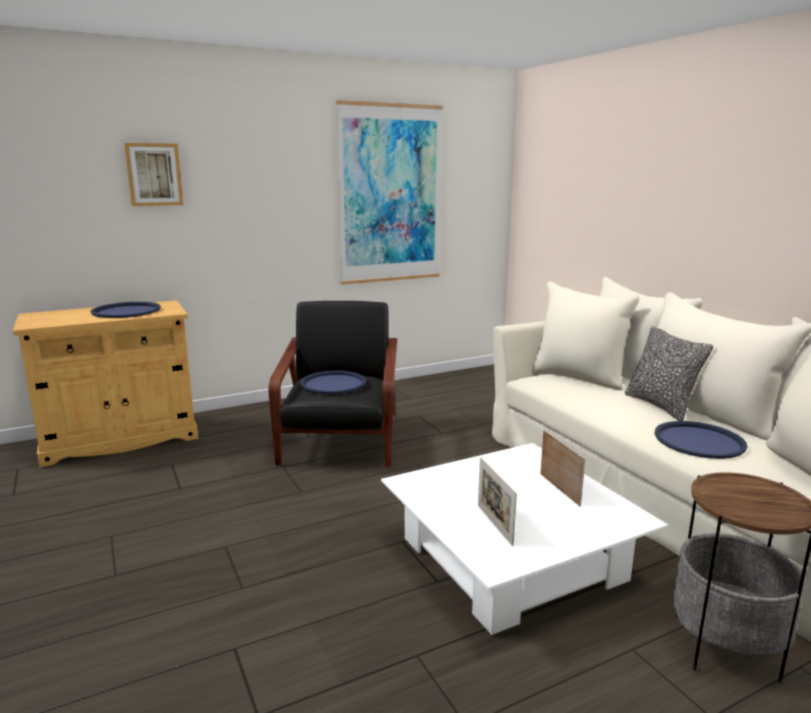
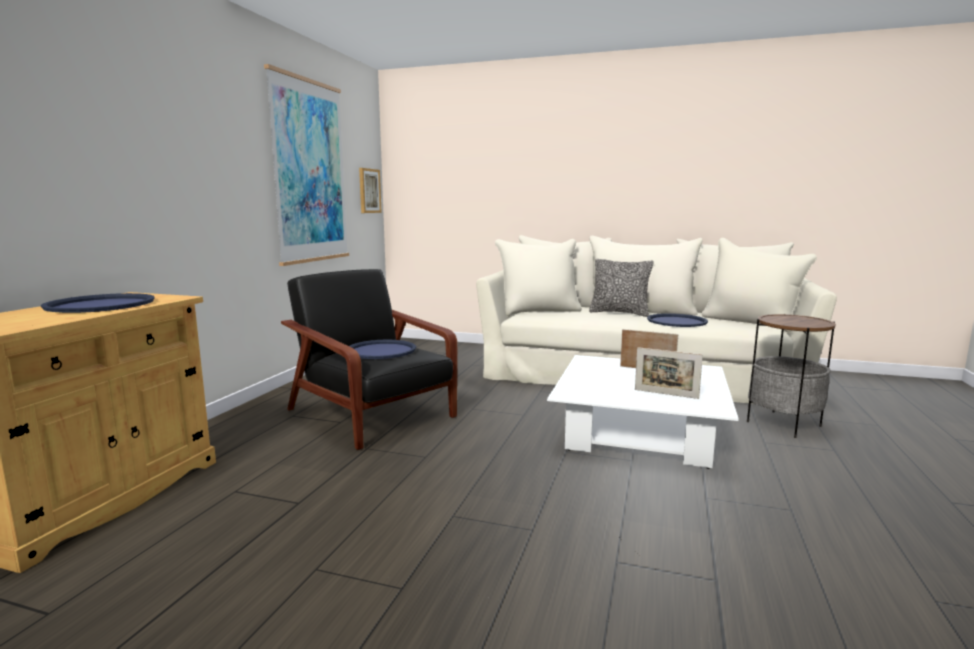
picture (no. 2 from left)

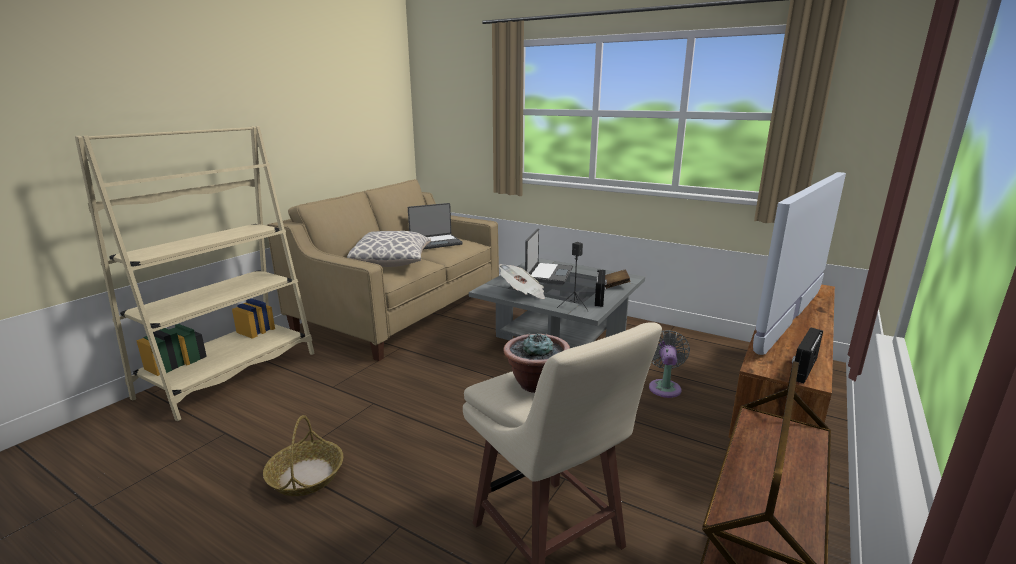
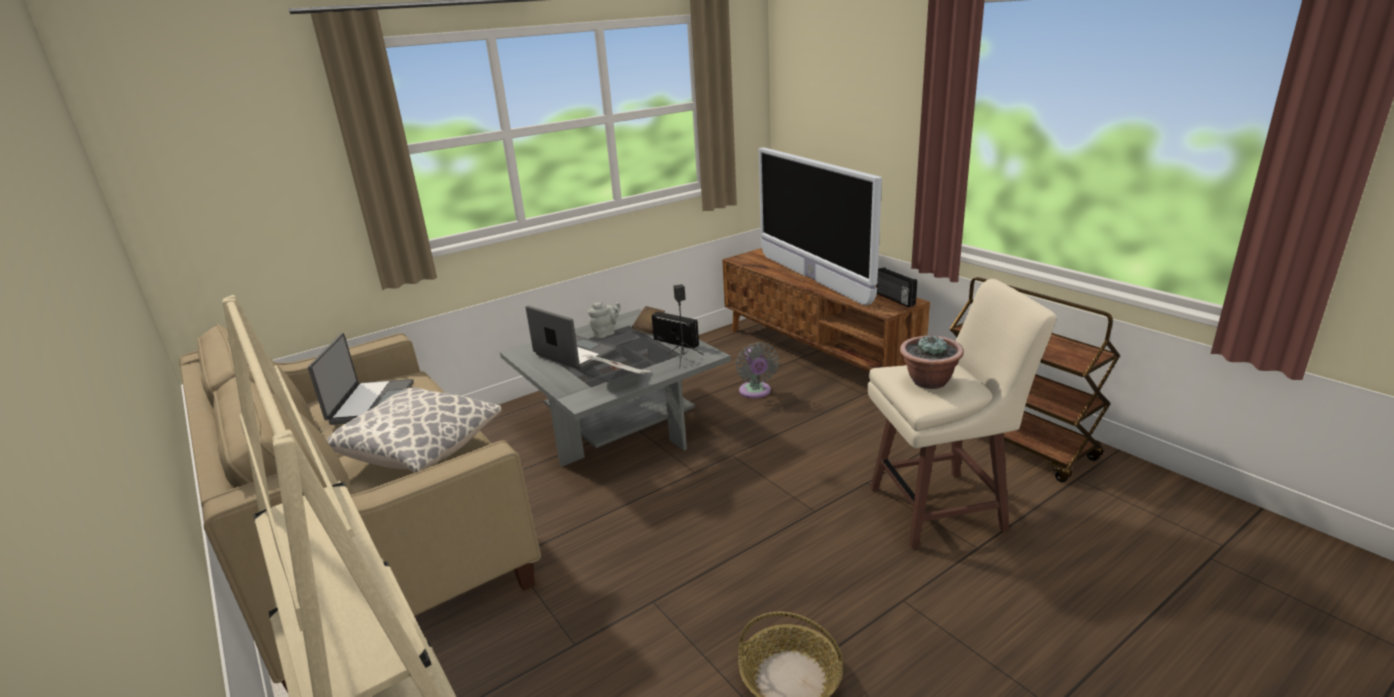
gray pot for tea
gray fan

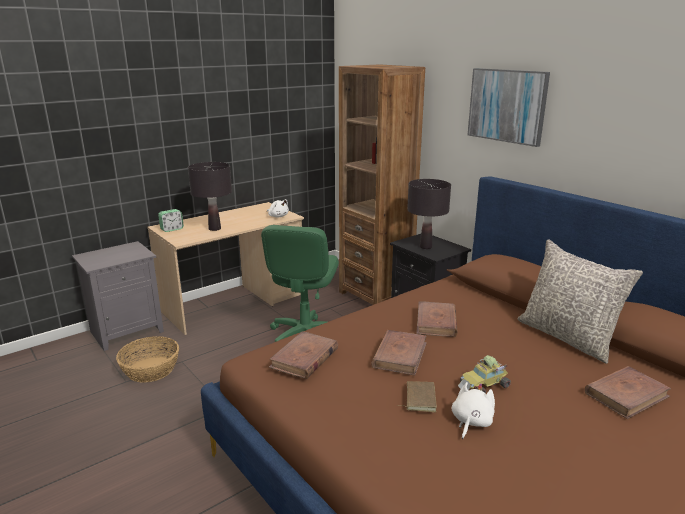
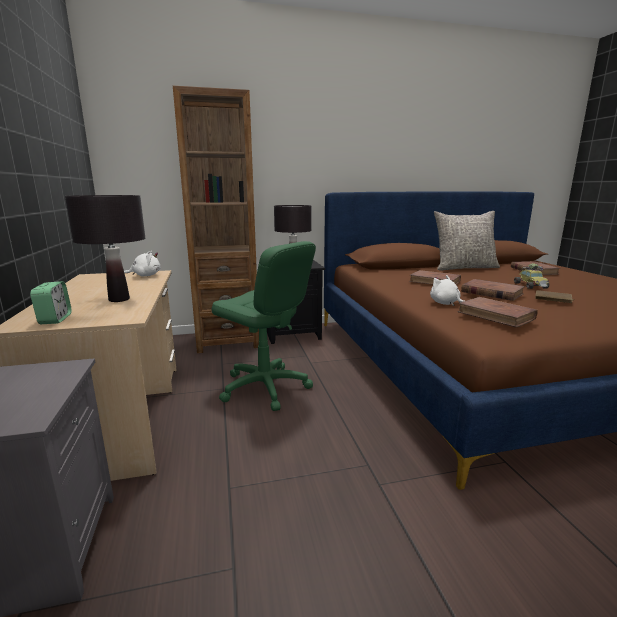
white plush toy (no. 2 from left)
storage basket
picture

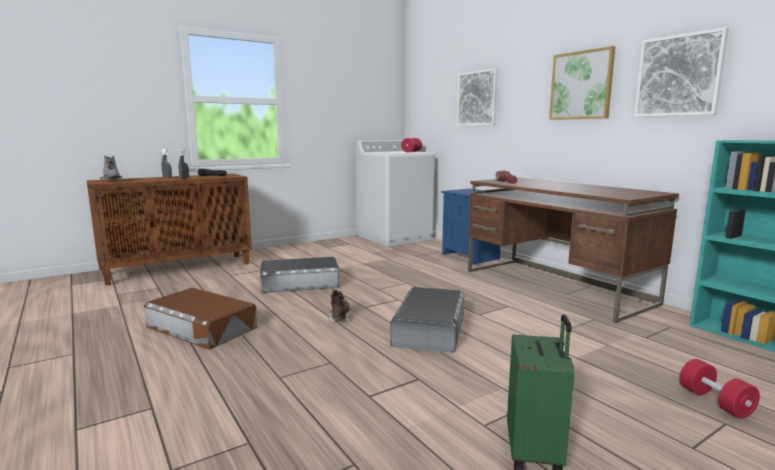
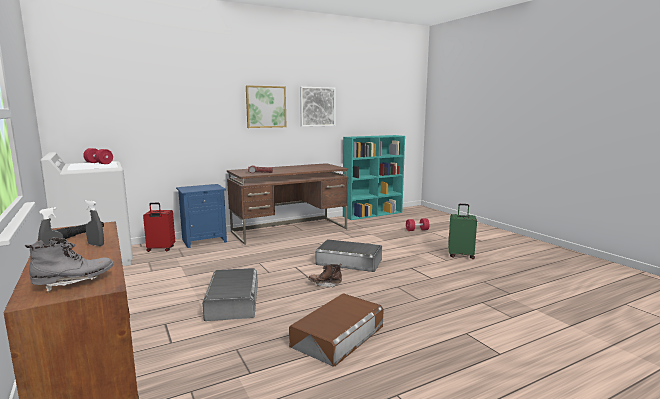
red travel case
picture (no. 1 from left in the first image)

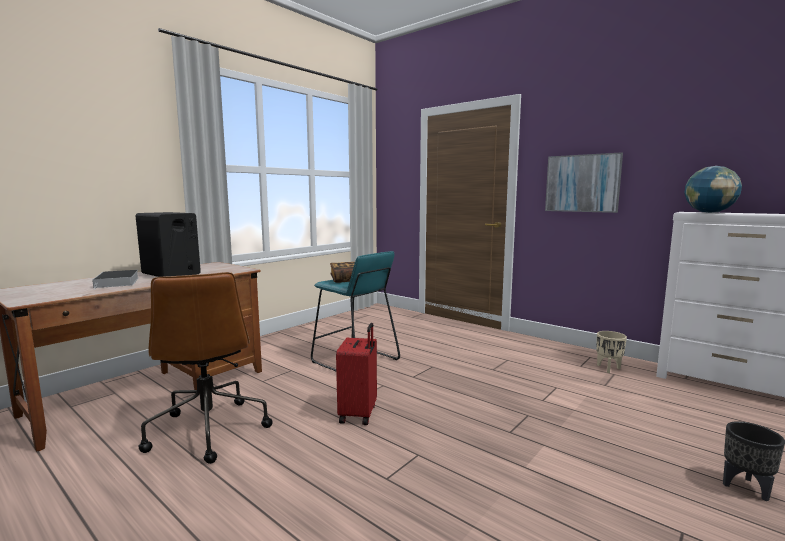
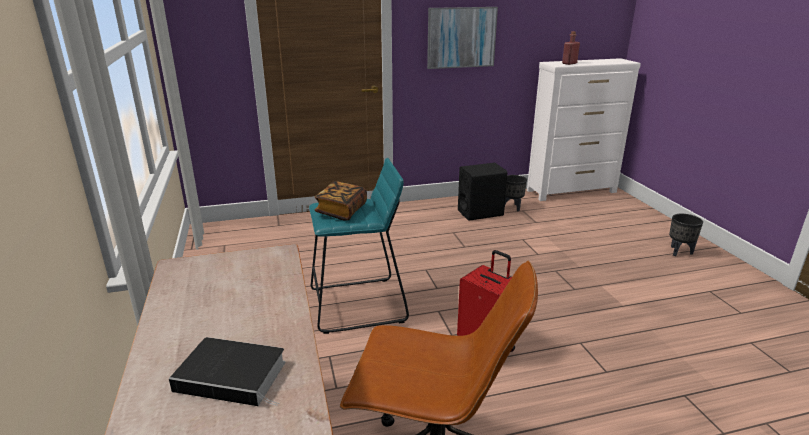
blackish speaker
blackish flower pot (no. 1 from left)
red beverage bottle

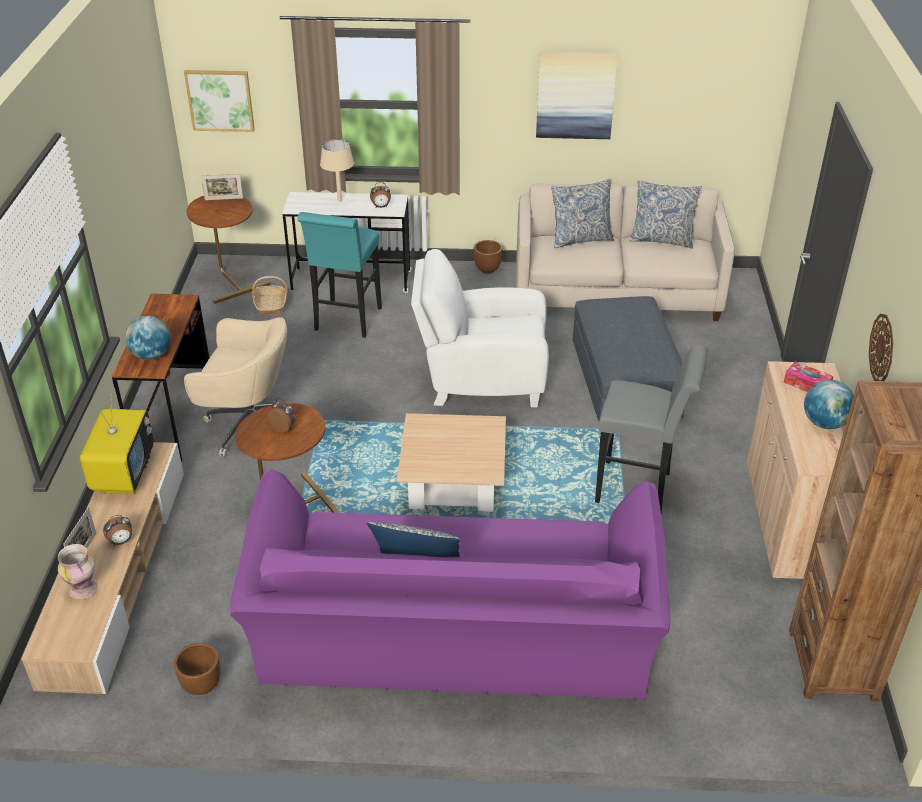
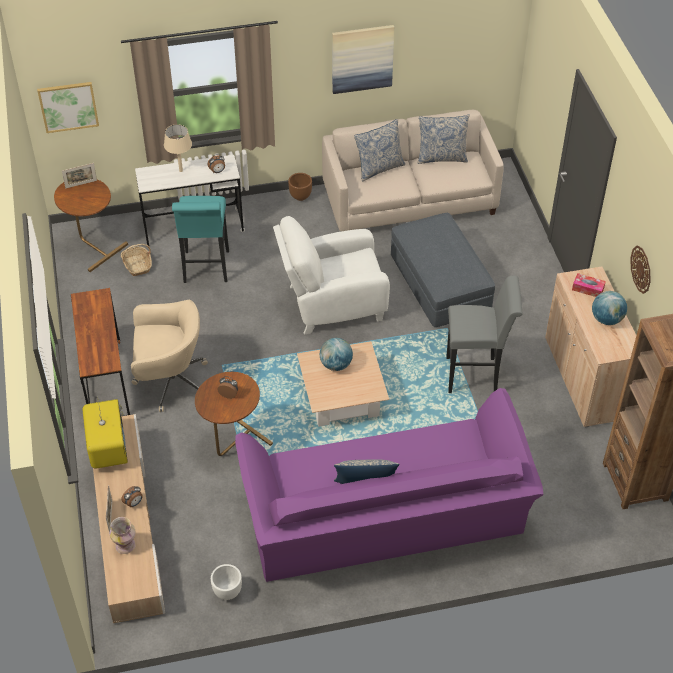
white flower pot
globe (no. 1 from left)

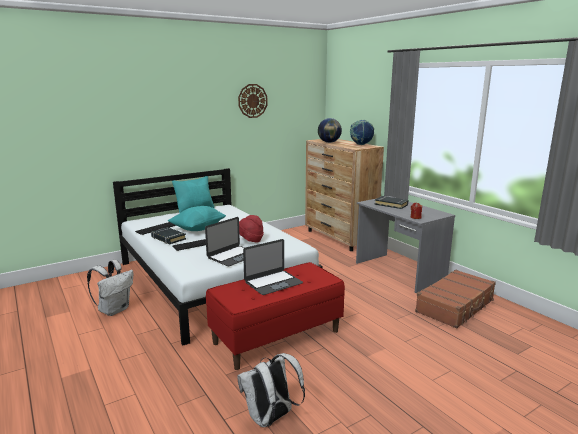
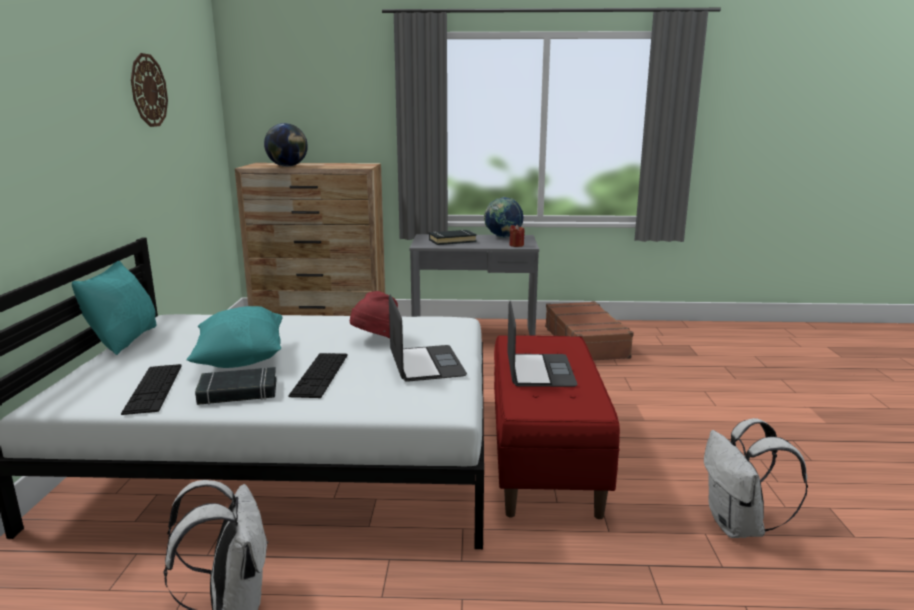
globe (no. 2 from left)

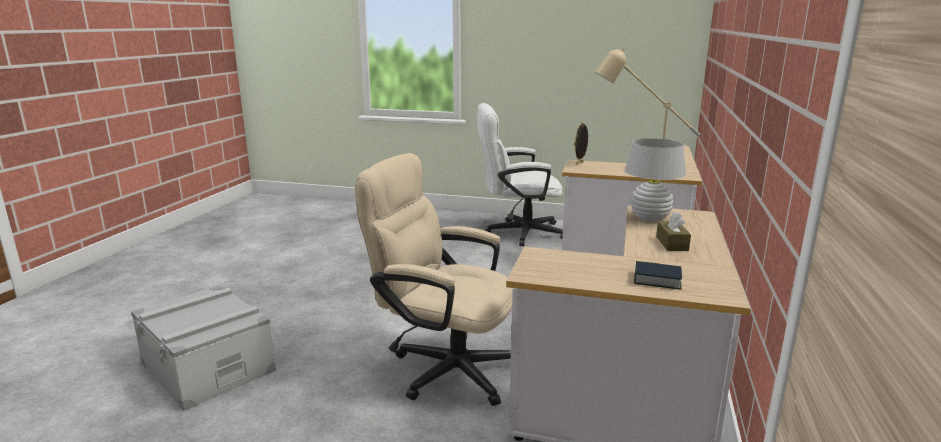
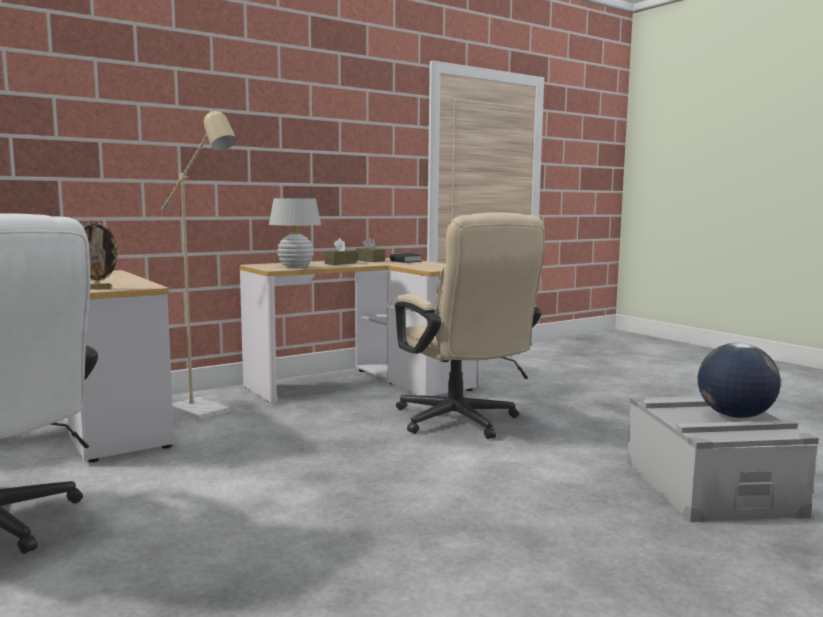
brownish tissue box (no. 2 from left)
globe

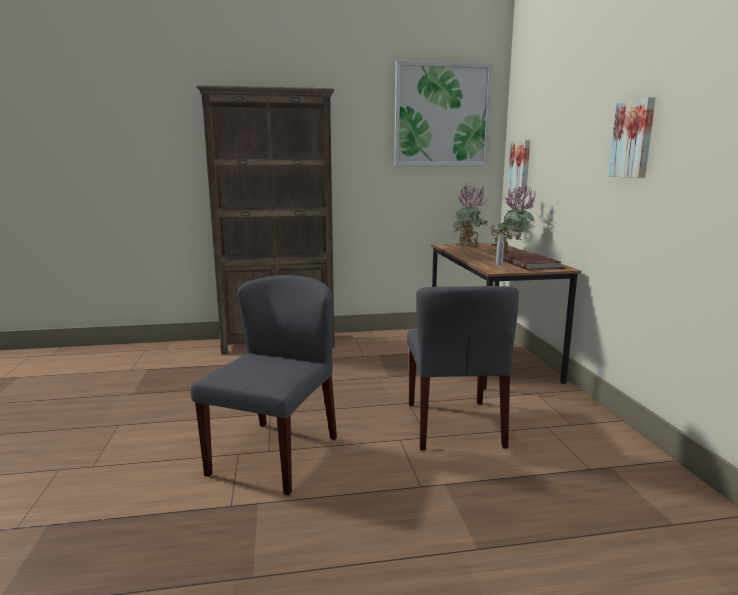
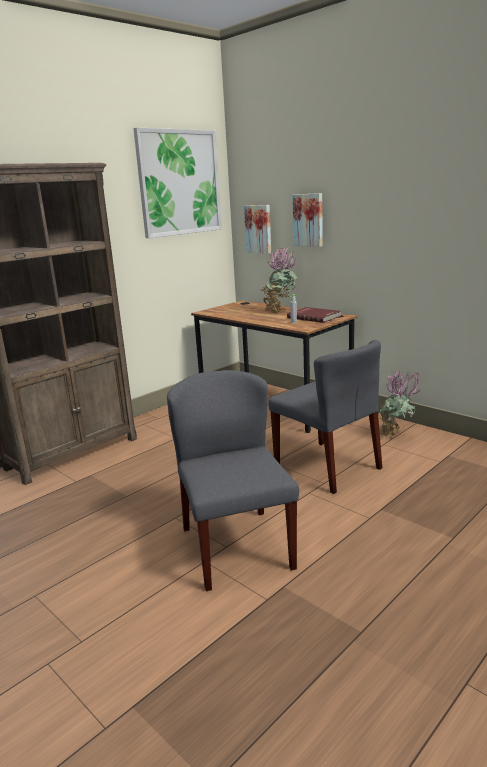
picture (no. 3 from left)
houseplant (no. 2 from left)

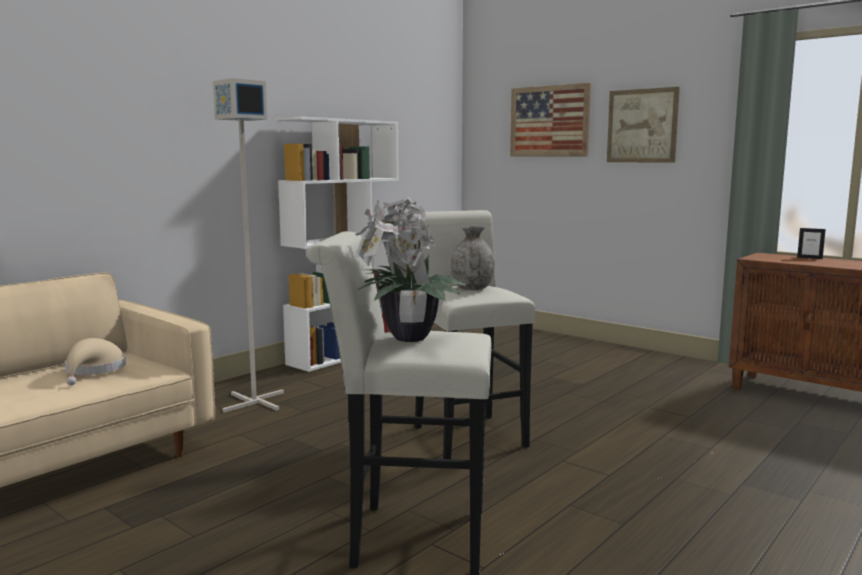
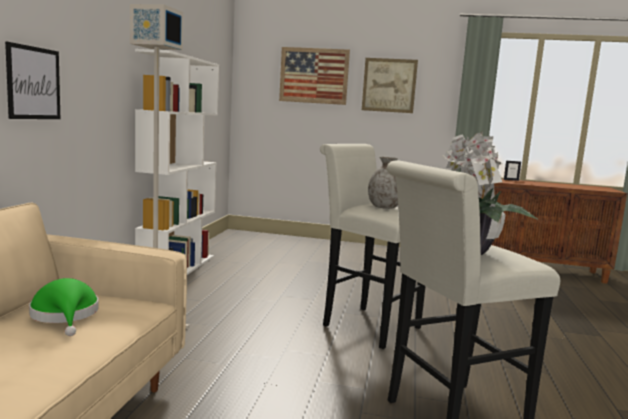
picture (no. 1 from left)
greenish hat

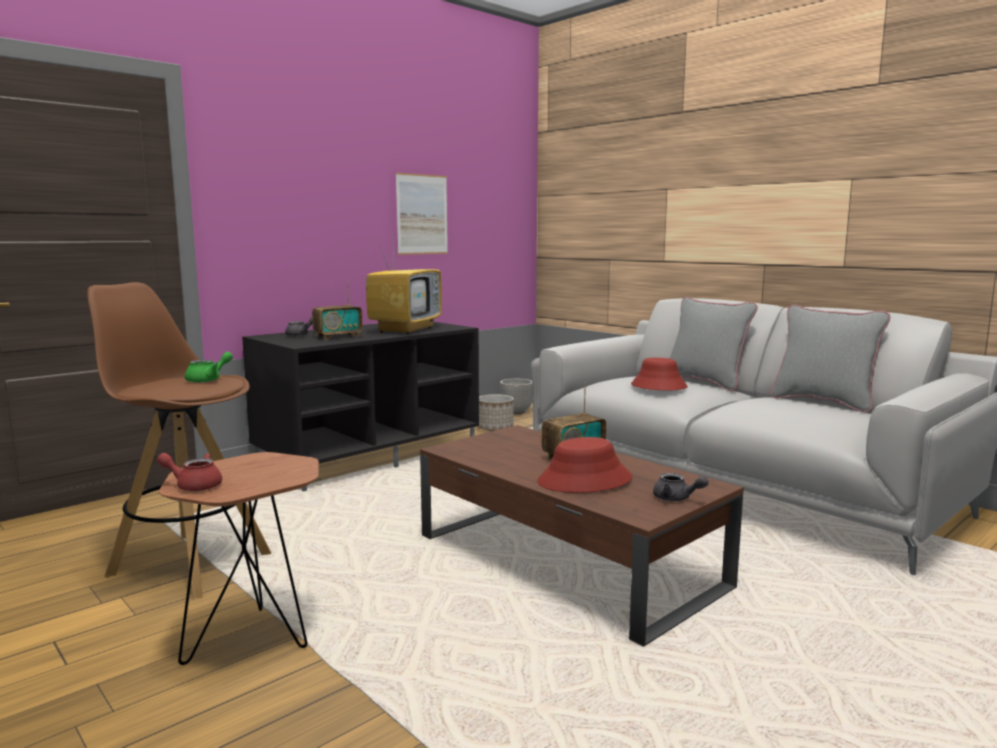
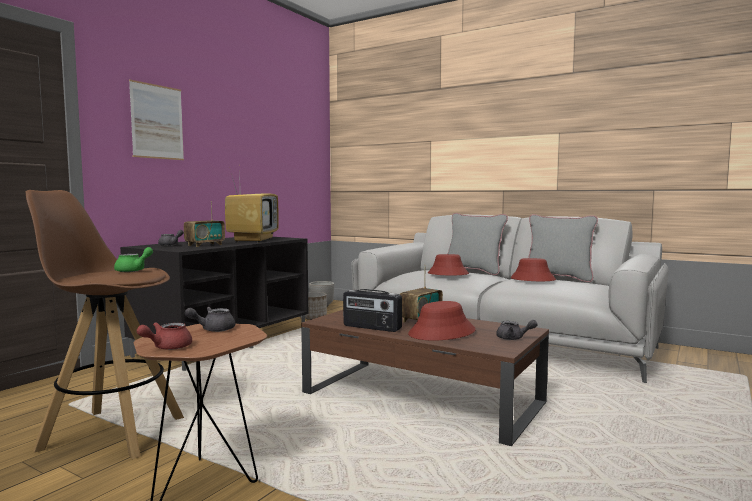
picture
red pot for tea
gray pot for tea (no. 2 from left)
radio (no. 2 from left)
red hat (no. 3 from left)

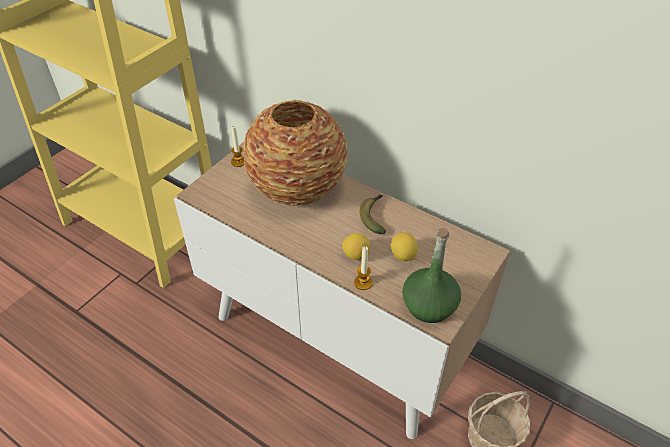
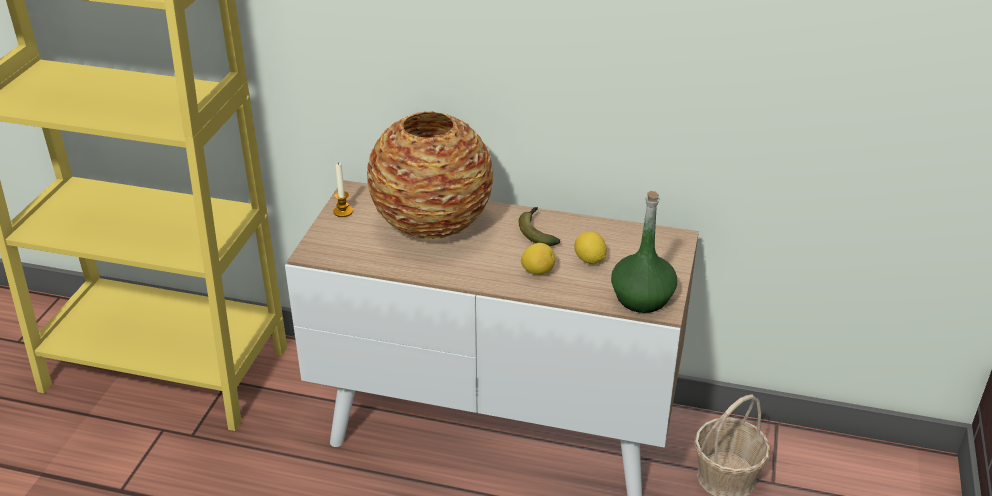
wax candle (no. 2 from left in the first image)

